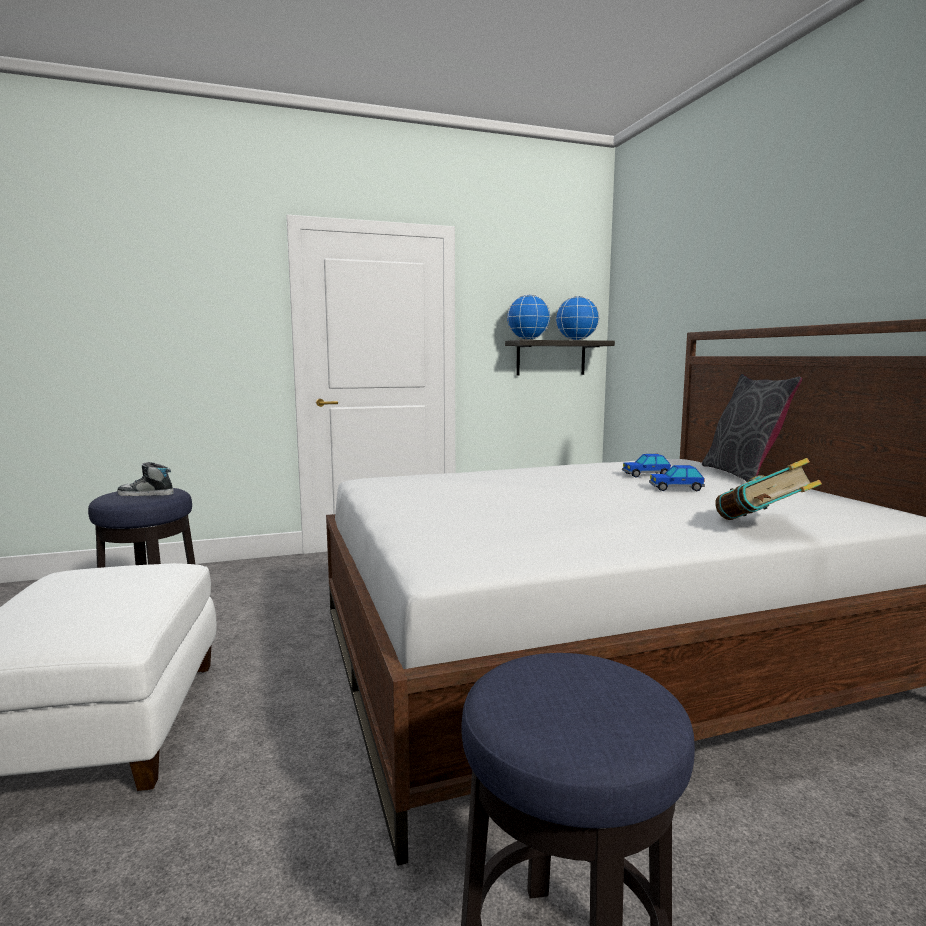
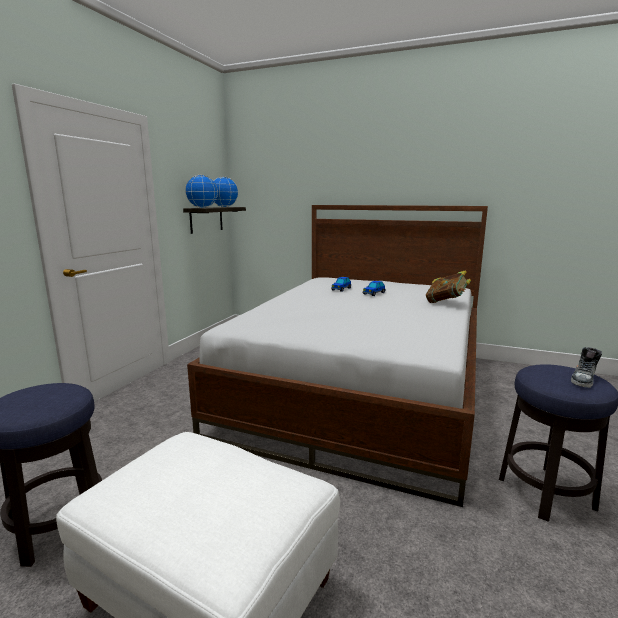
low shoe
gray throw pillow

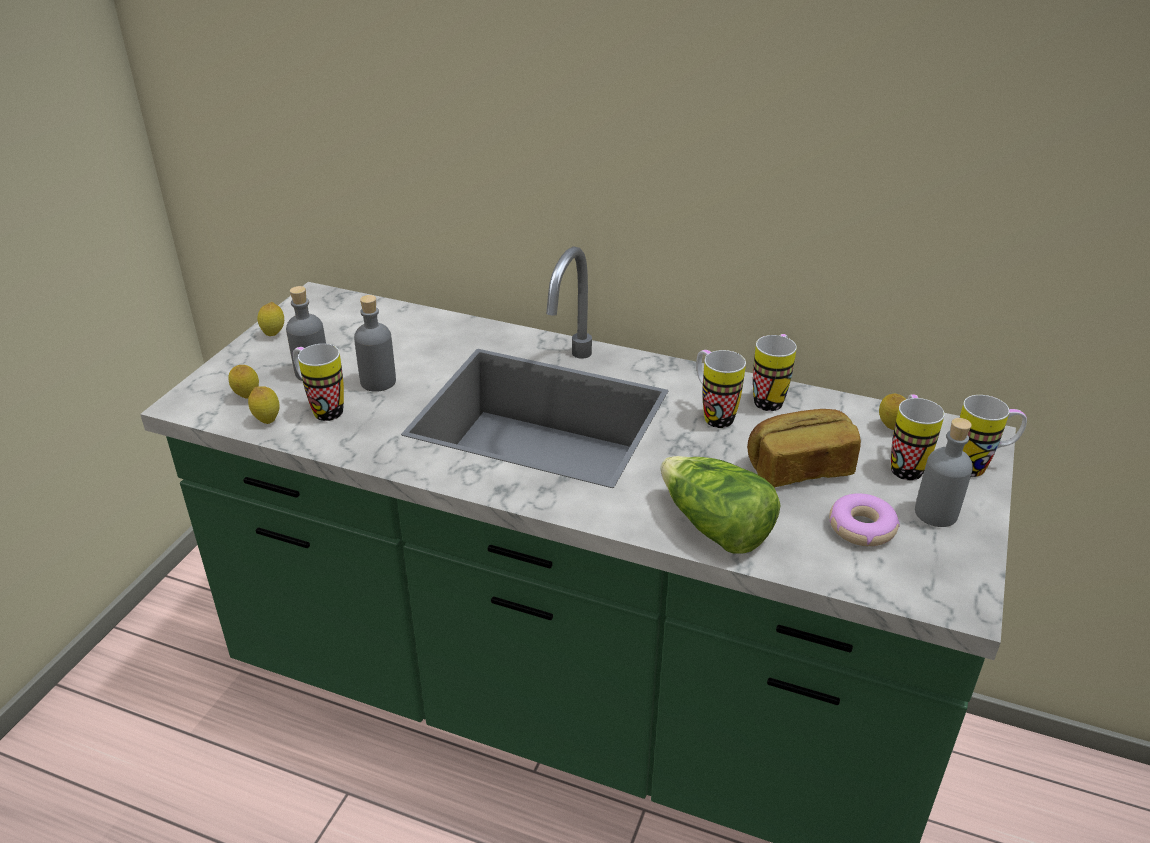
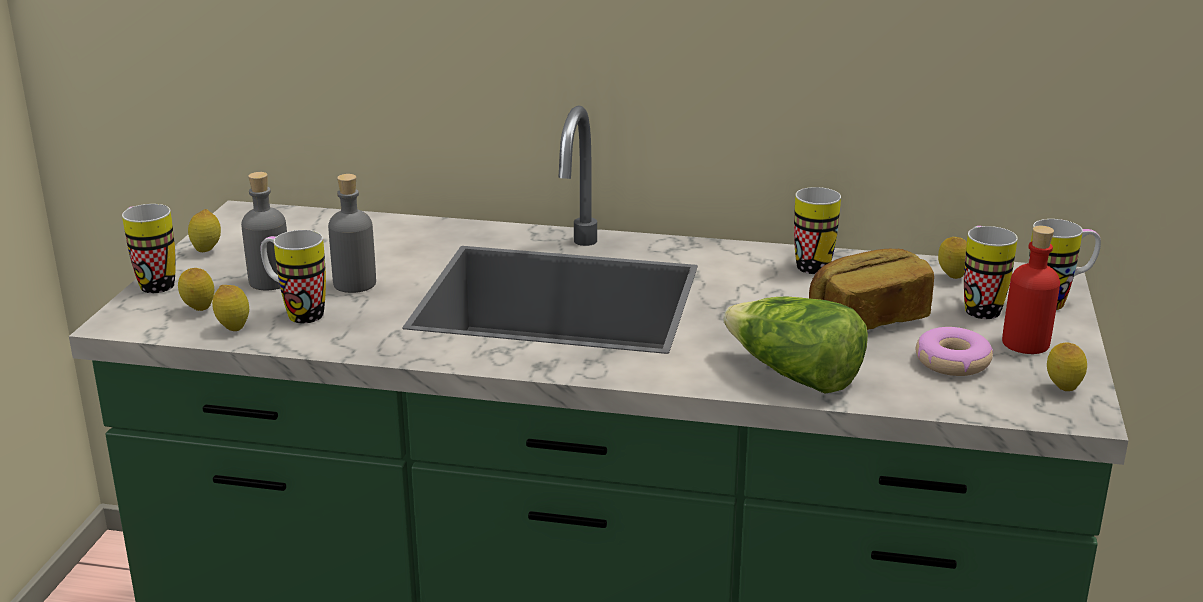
mug (no. 1 from left)
red beverage bottle
lemon (no. 5 from left)

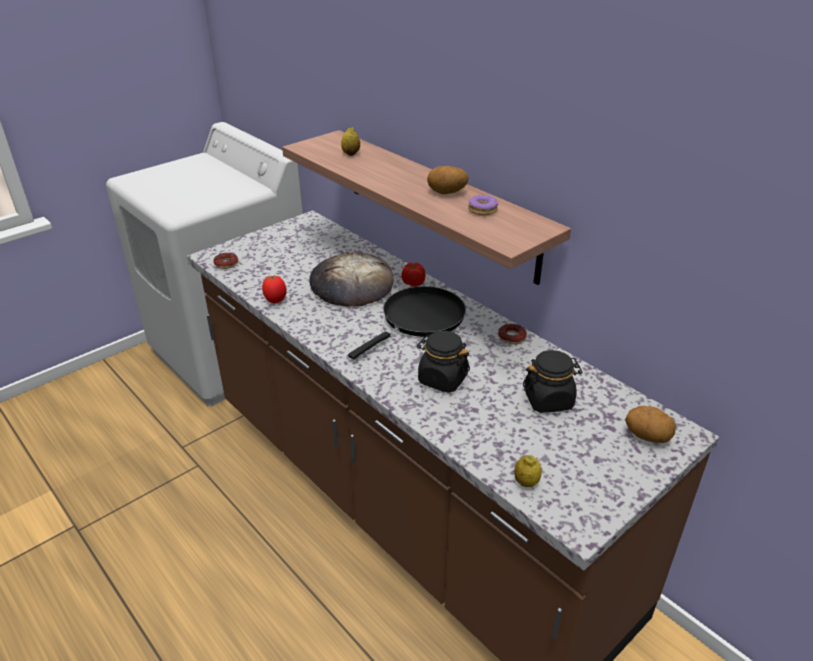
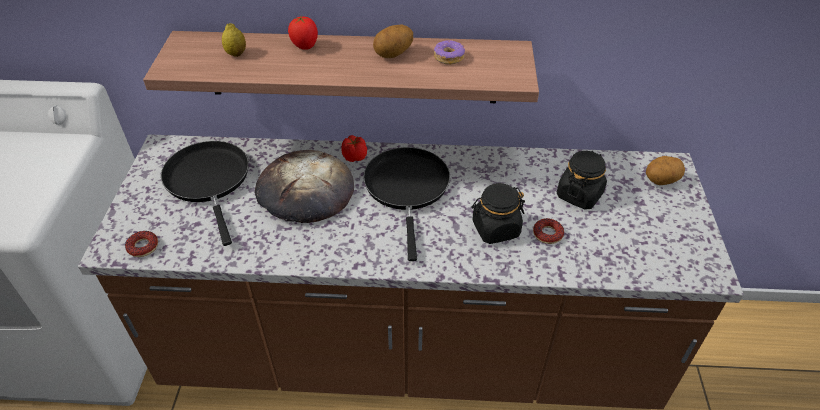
blackish pan (no. 1 from left)
whole tomato (no. 1 from left)
ring doughnut (no. 3 from left)
lemon (no. 2 from left in the first image)

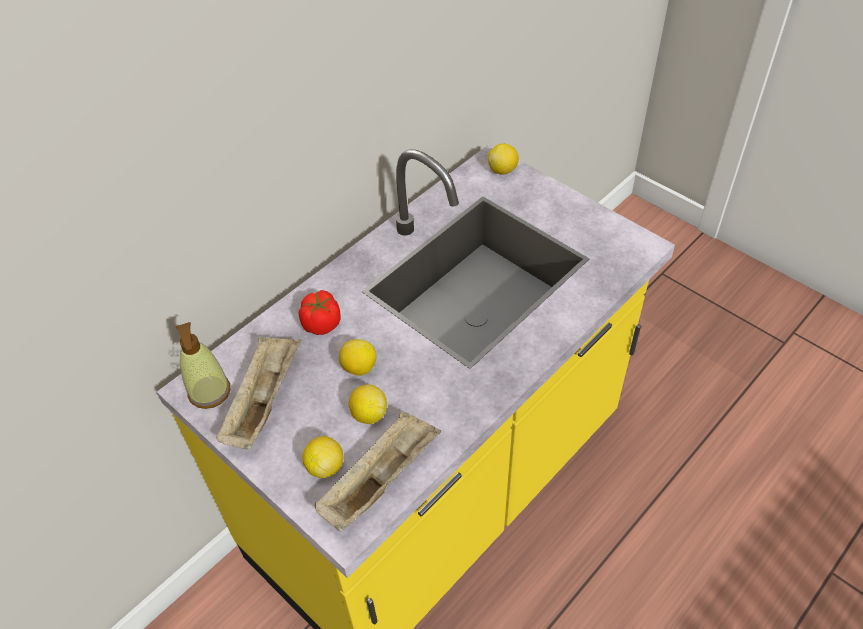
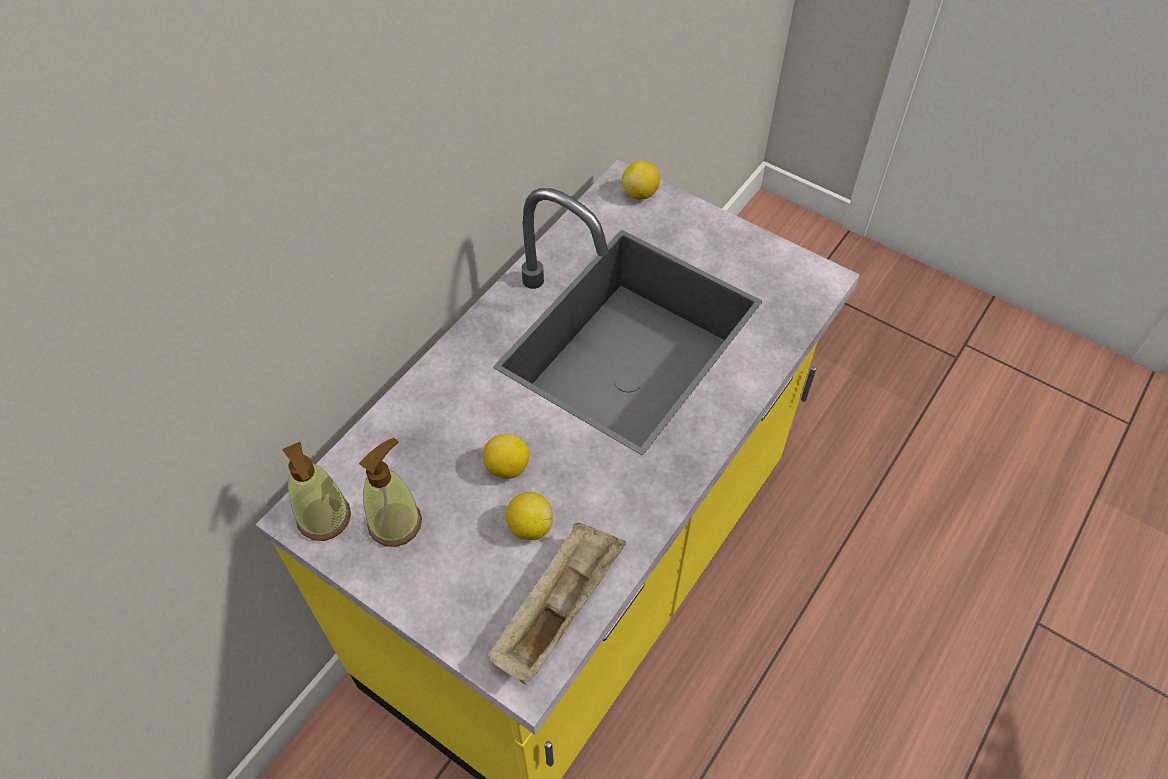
soap dispenser (no. 2 from left)
whole tomato
lemon (no. 1 from left in the first image)

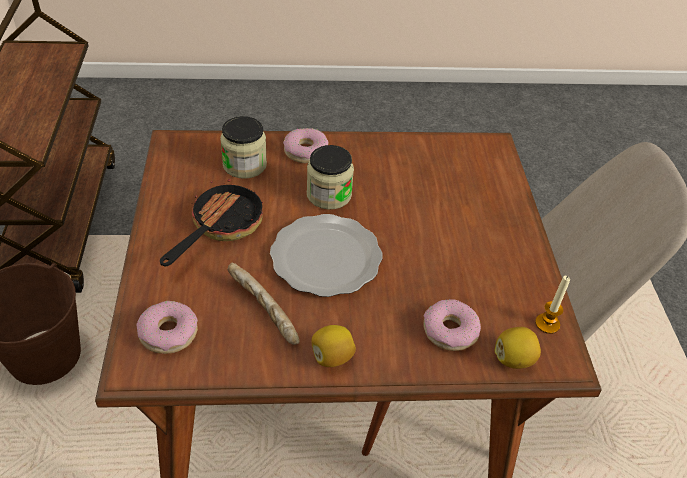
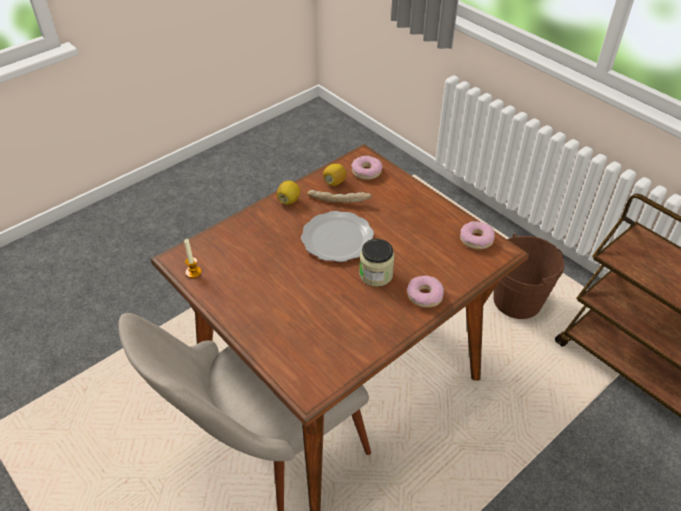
lemon (no. 2 from left)
ring doughnut (no. 3 from left)
pan
preserve jar (no. 1 from left in the first image)

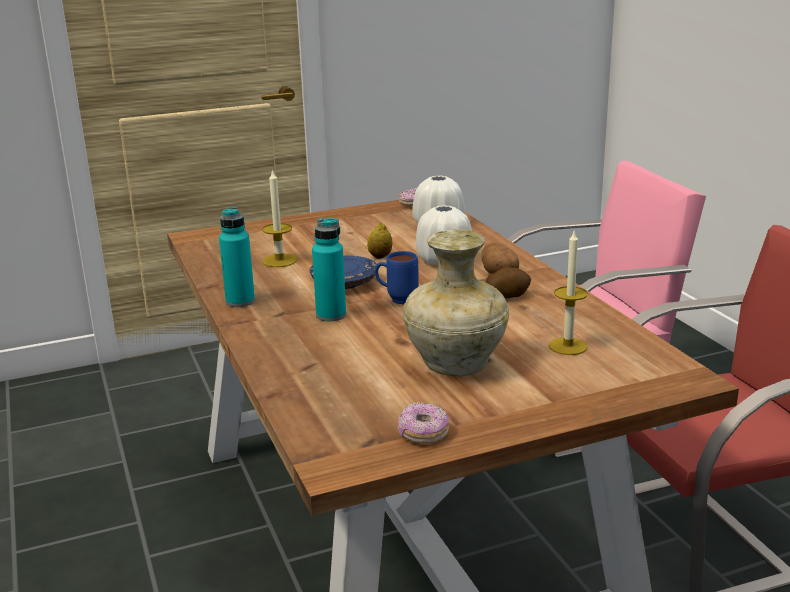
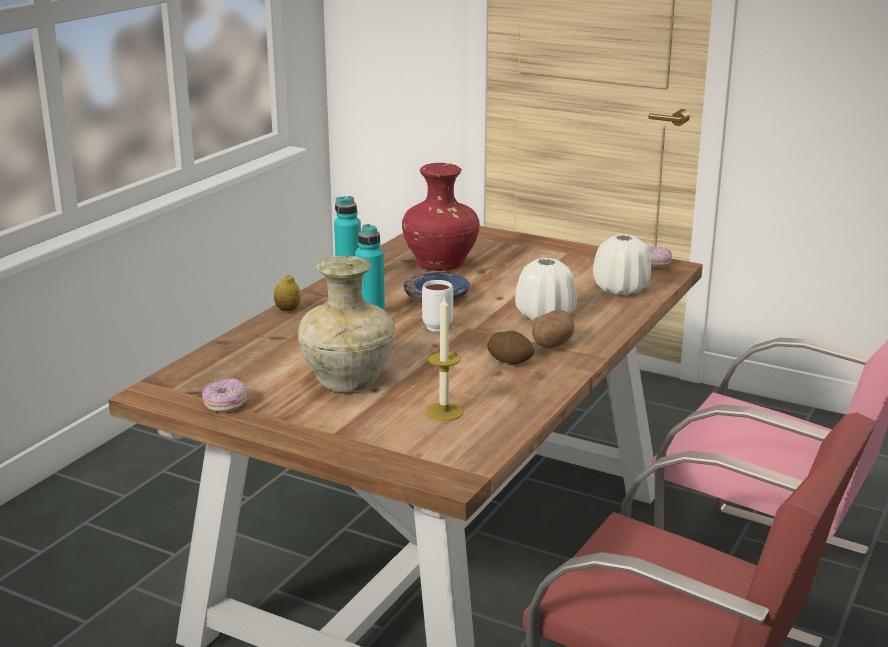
lemon
red flower vase
white mug

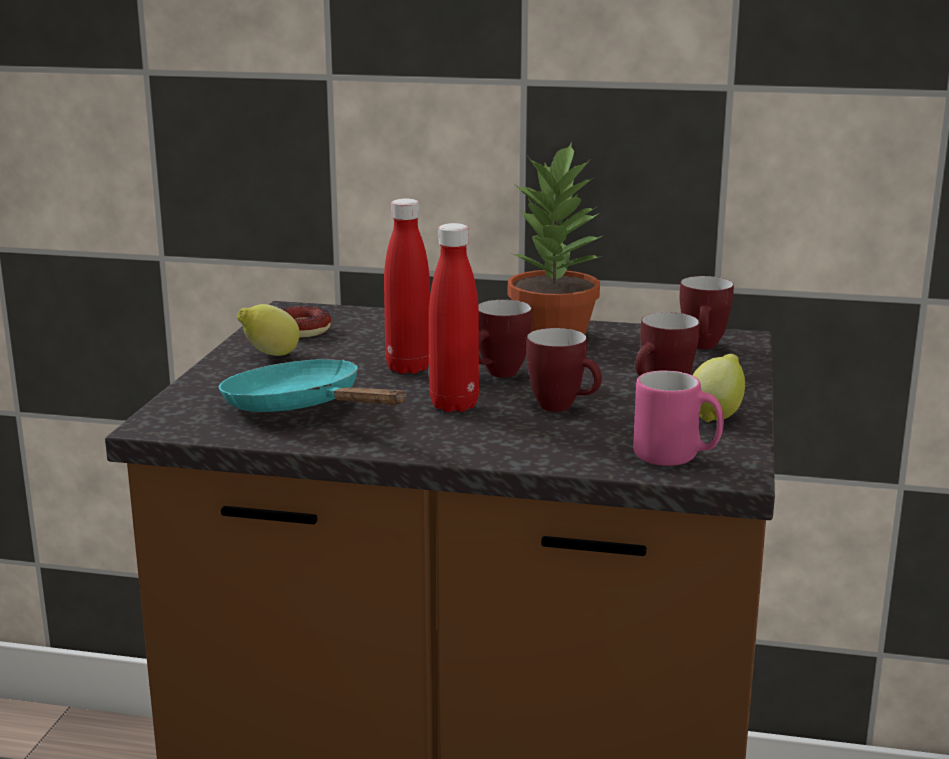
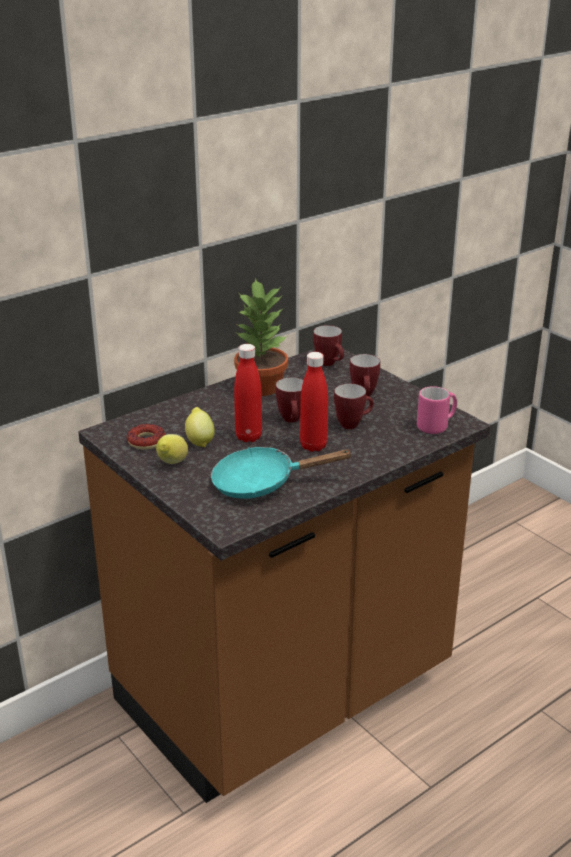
lemon (no. 2 from left)

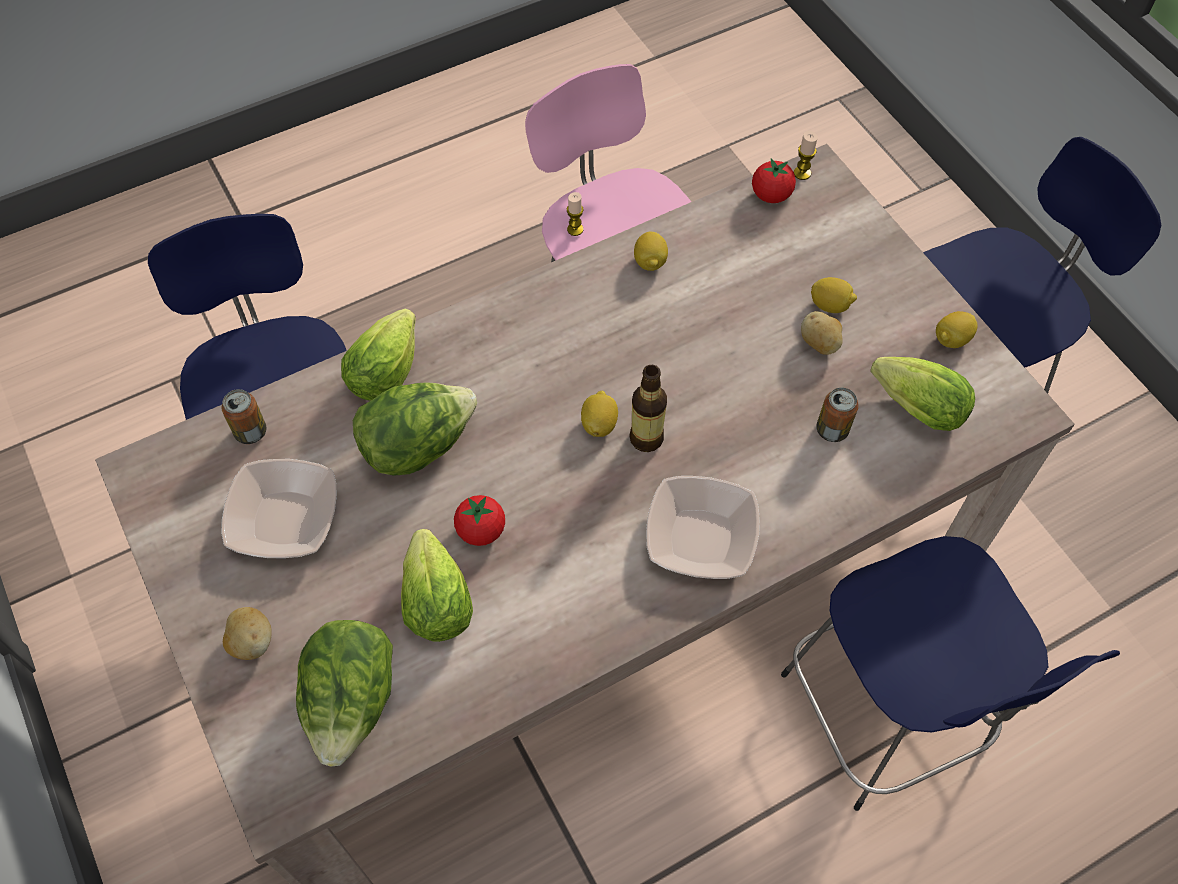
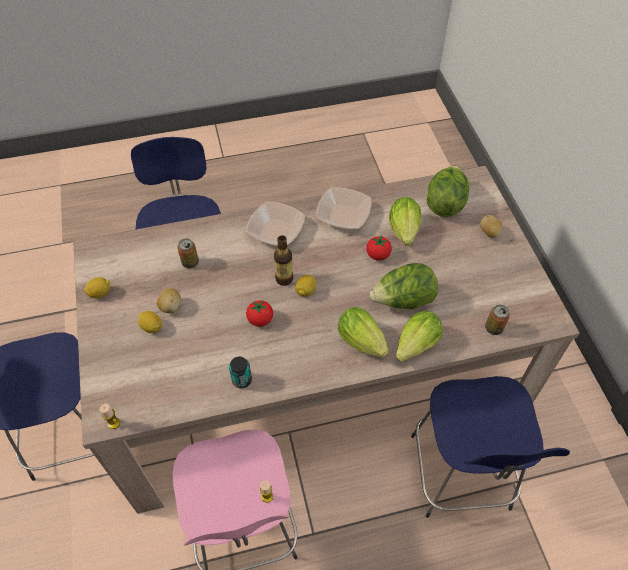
metal can (no. 2 from left)
whole tomato (no. 1 from left)
bowl (no. 2 from left)
head of lettuce (no. 1 from left)

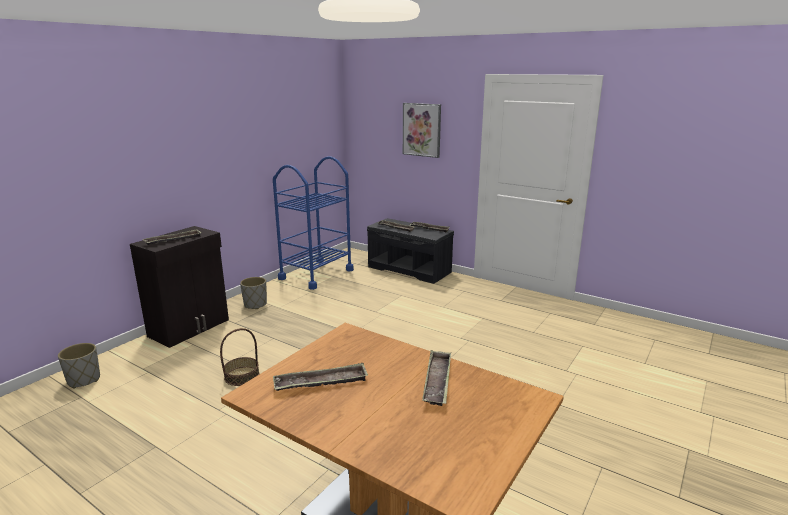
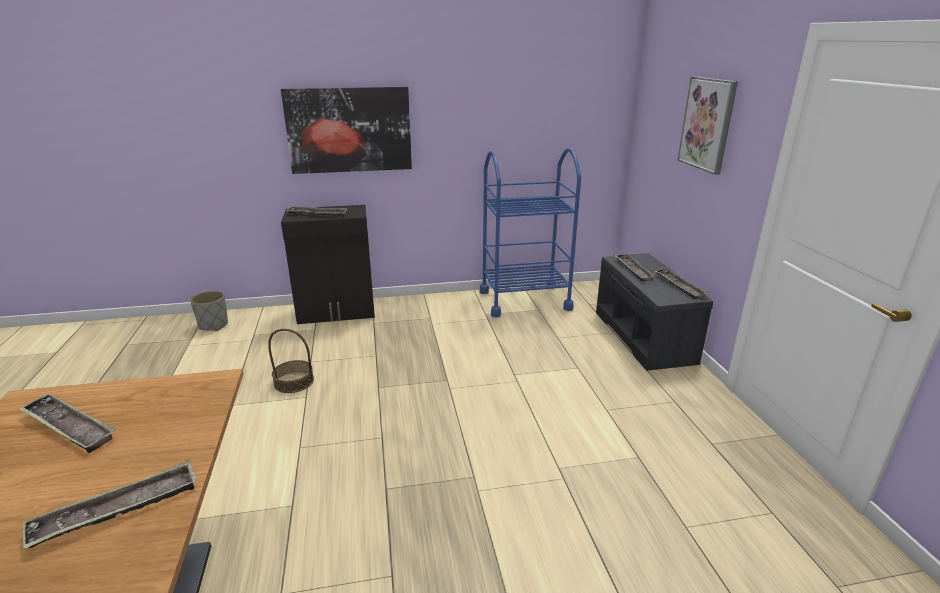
picture (no. 1 from left)
gray flower pot (no. 2 from left in the first image)

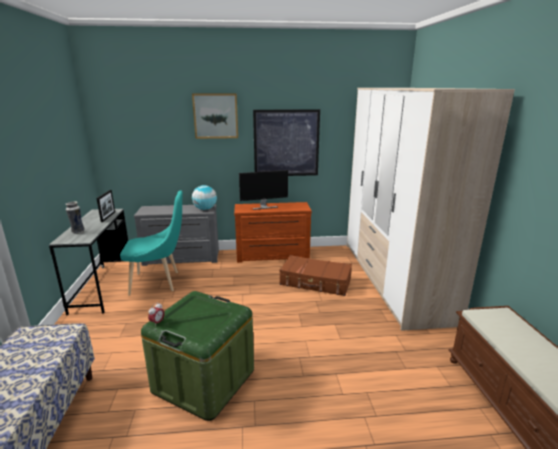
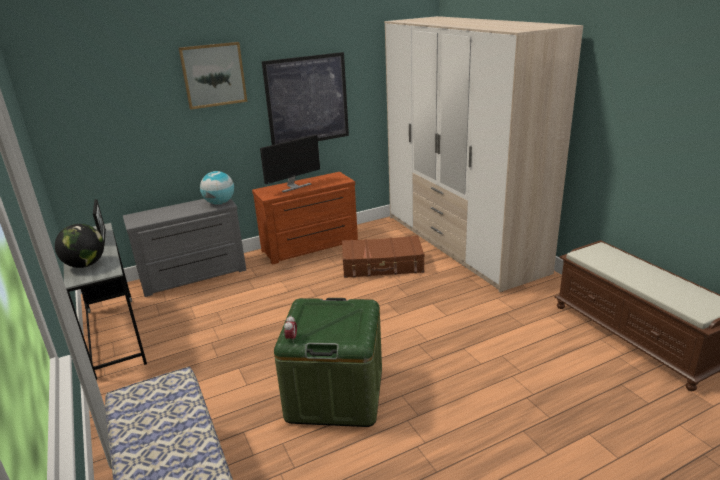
globe (no. 1 from left)
turquoise-coloured upright chair

